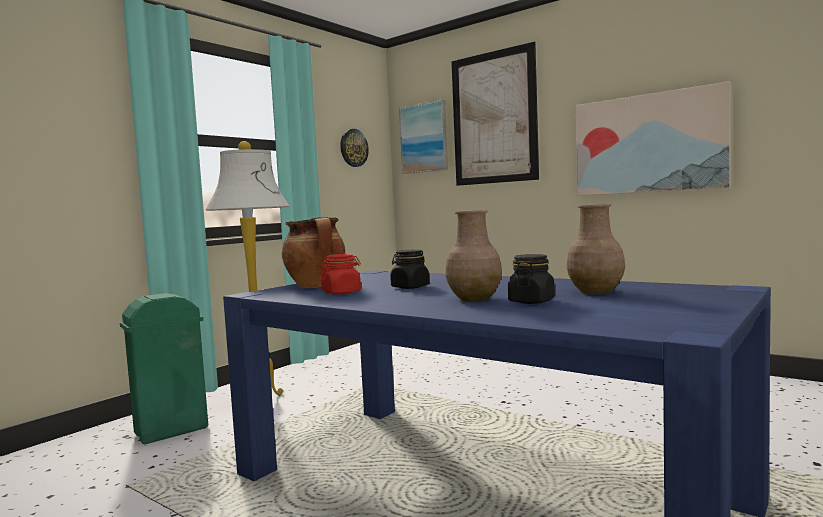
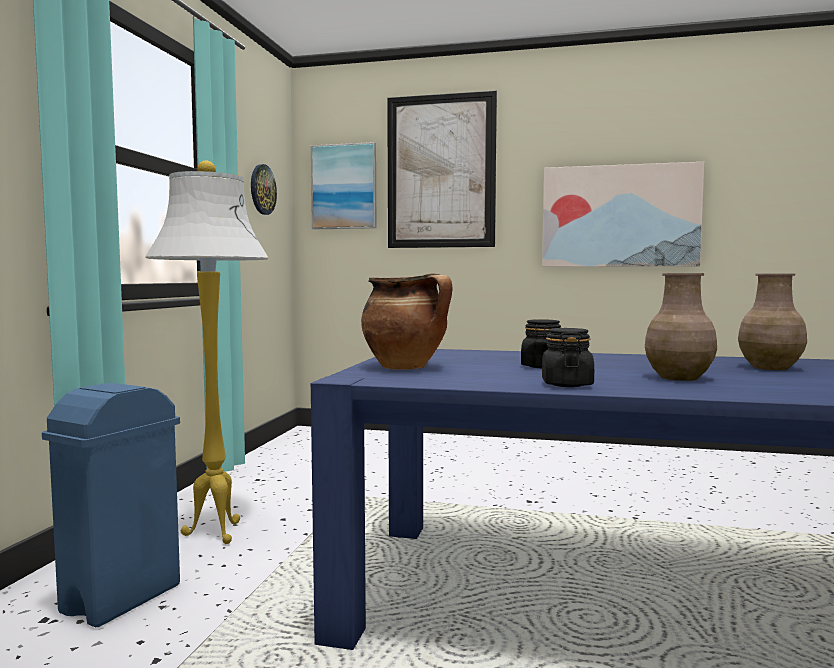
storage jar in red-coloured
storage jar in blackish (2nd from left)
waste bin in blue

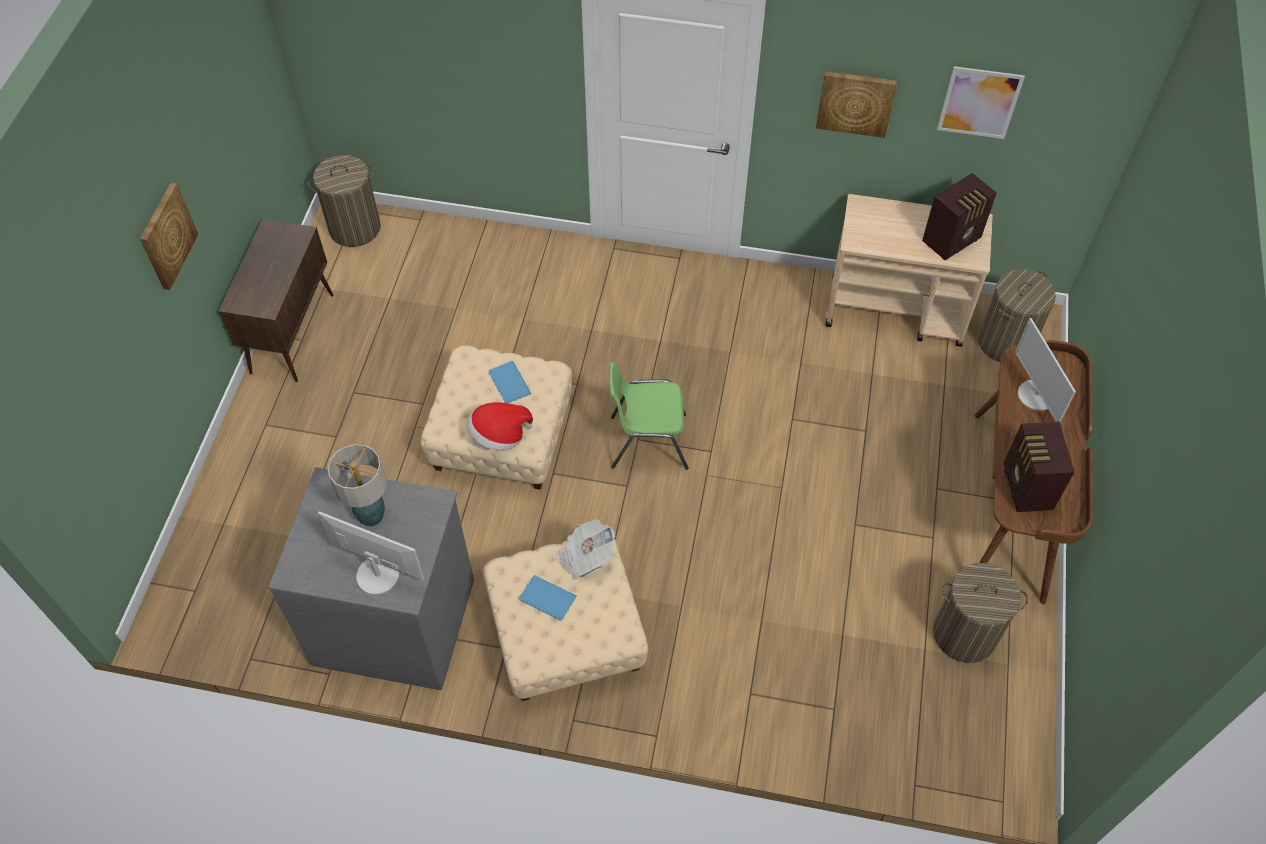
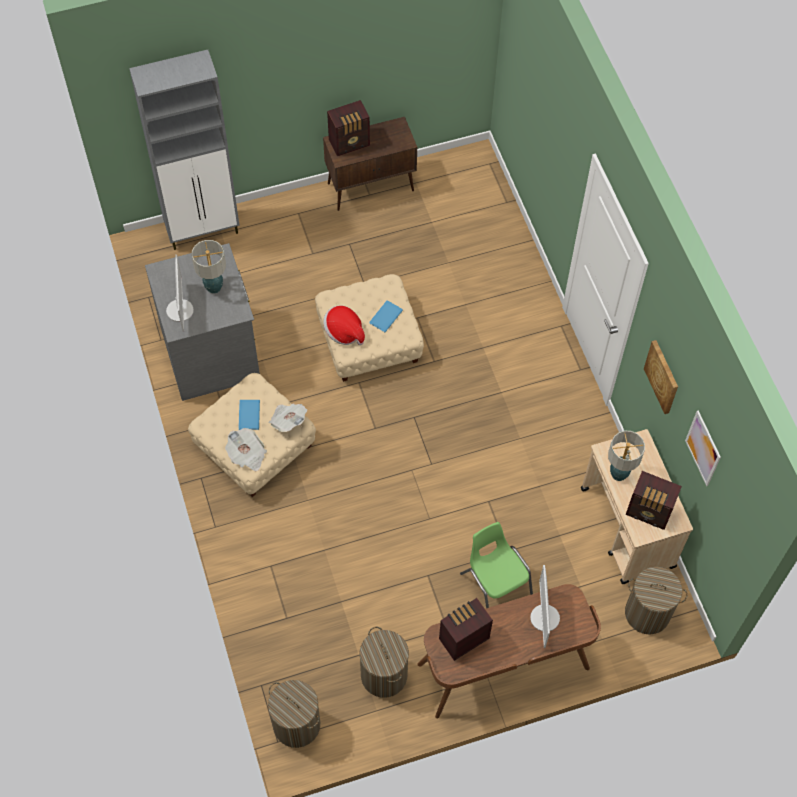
laundry basket (1st from left)
picture (1st from left in the first image)
computer display (2nd from left)
upright chair in greenish
storage cabinet in gray
radio (1st from left)
daily paper (1st from left)
lamp for a table (2nd from left)

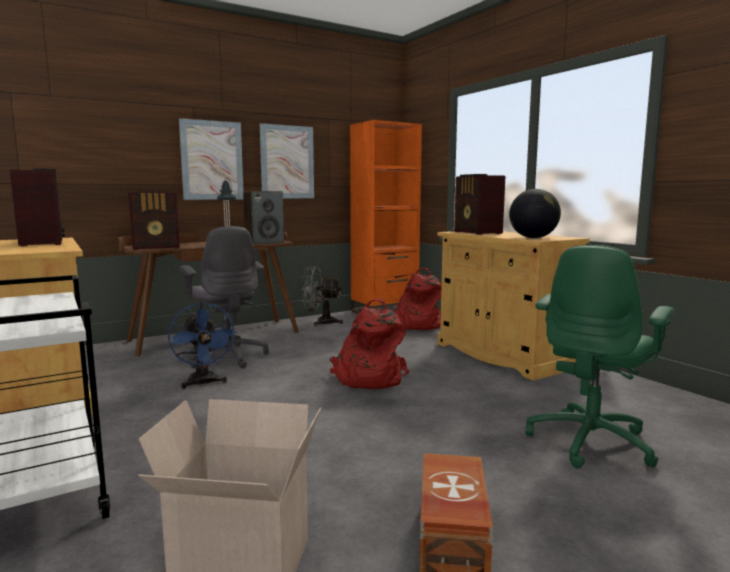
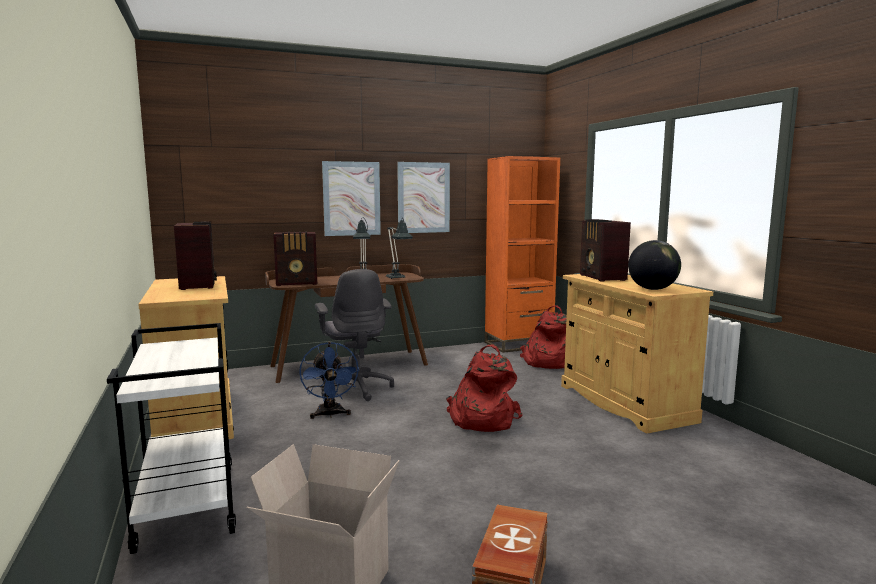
lamp for a table (2nd from left)
computer chair in greenish
fan in gray

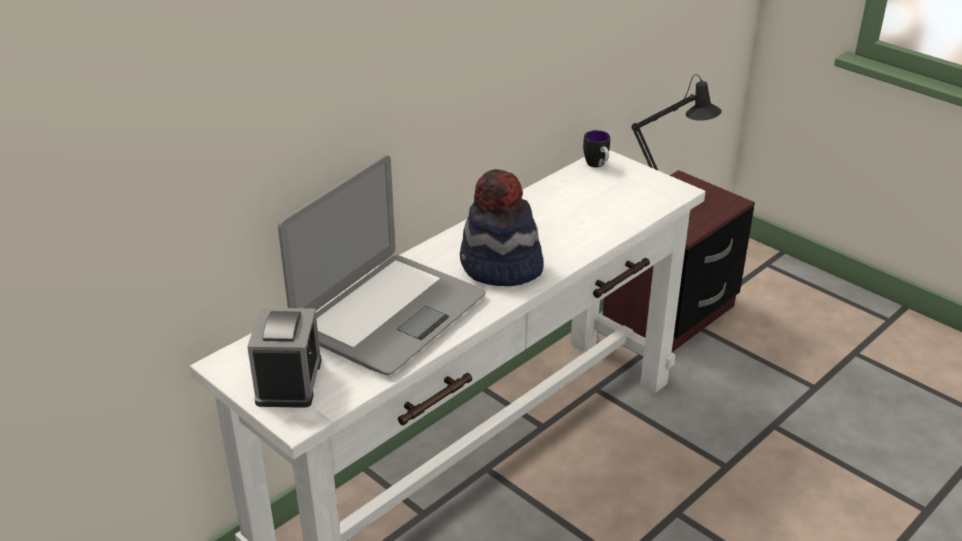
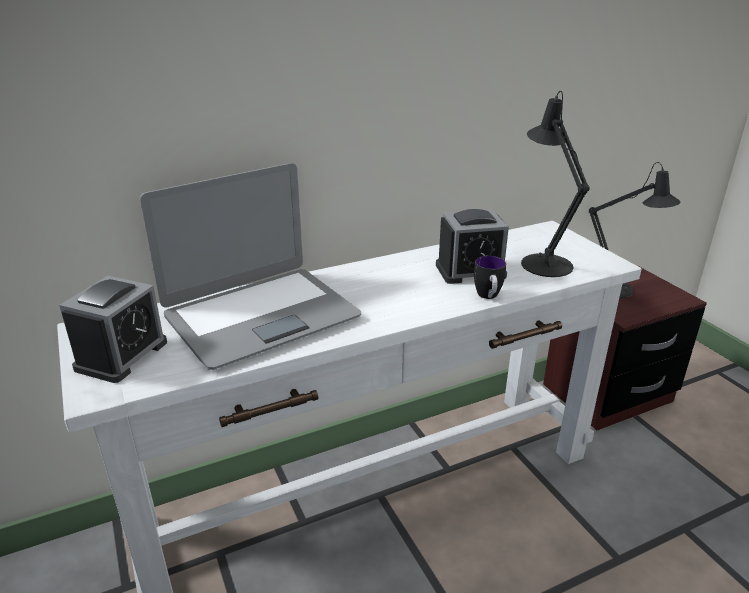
mug
wearable hat
lamp for a table in blackish (1st from left)
alarm clock (2nd from left)

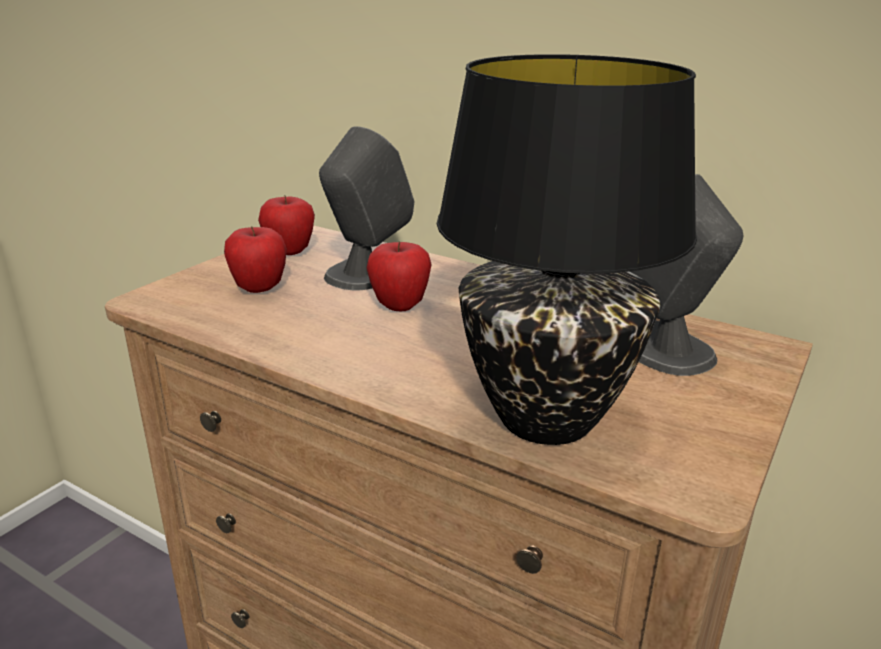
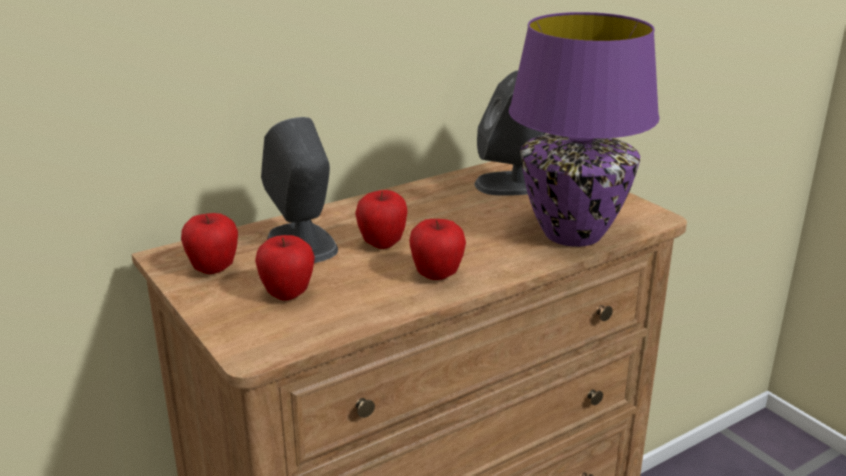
lamp for a table in purple-coloured
apple (4th from left)

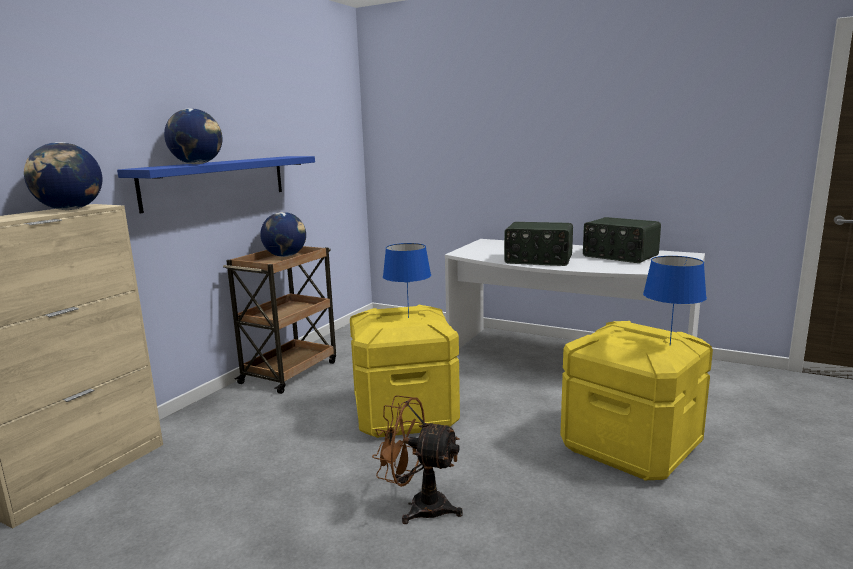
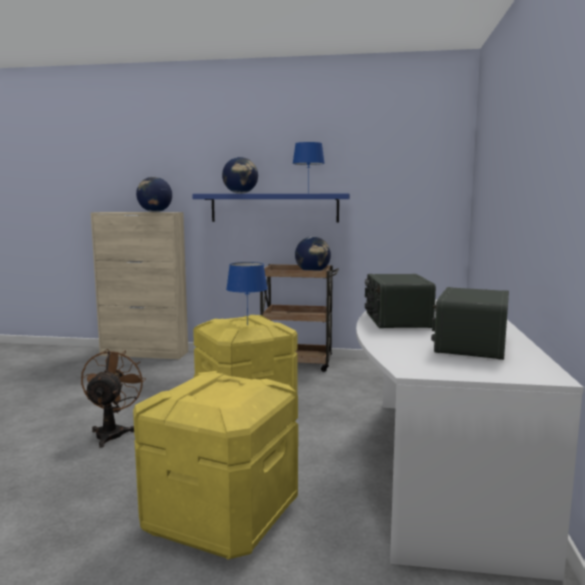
lamp for a table in blue (2nd from left)

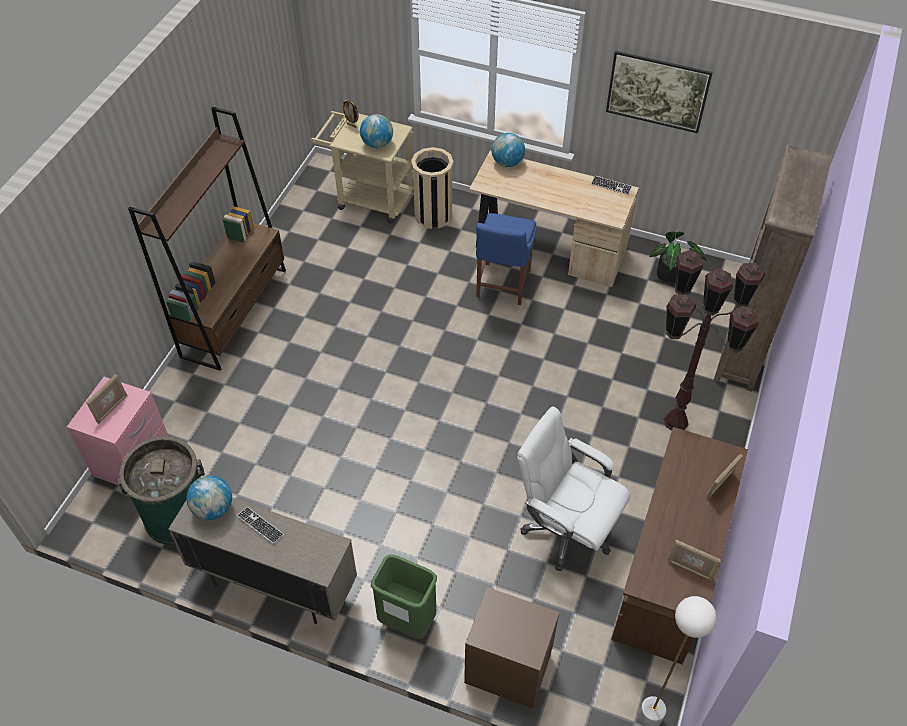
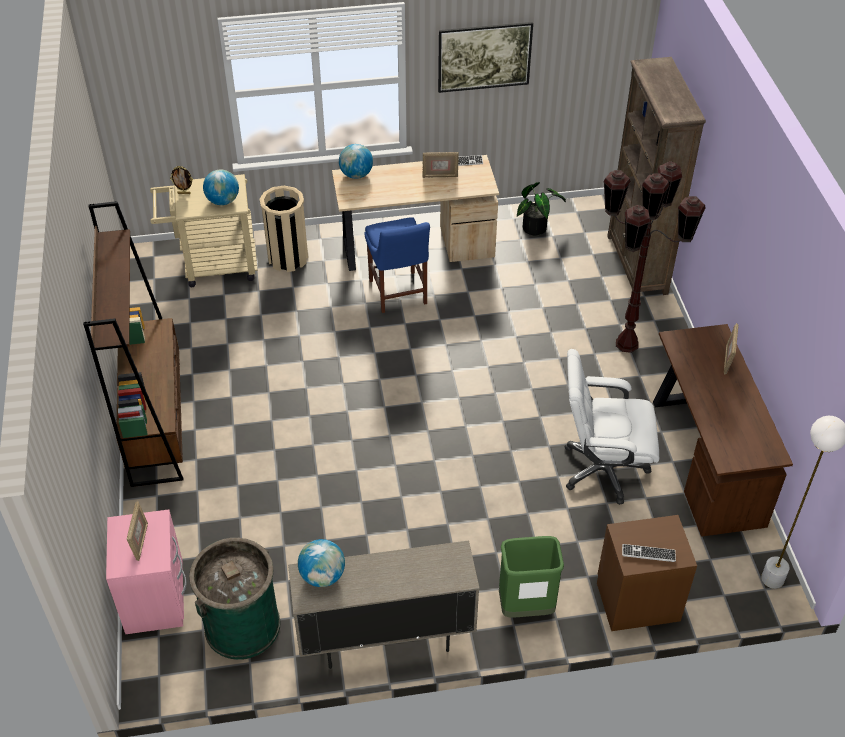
PC keyboard (2nd from left)
standing frame (3rd from left)

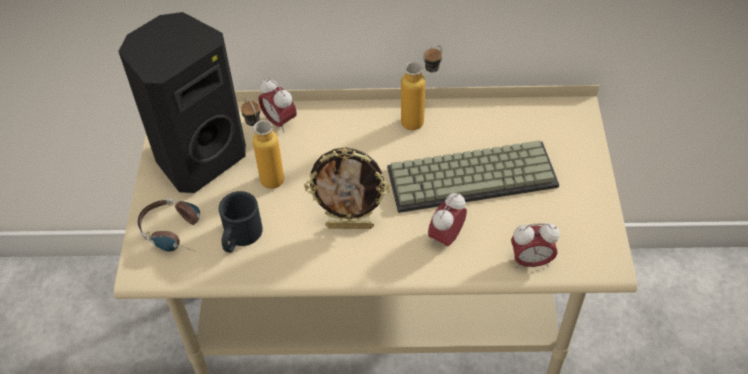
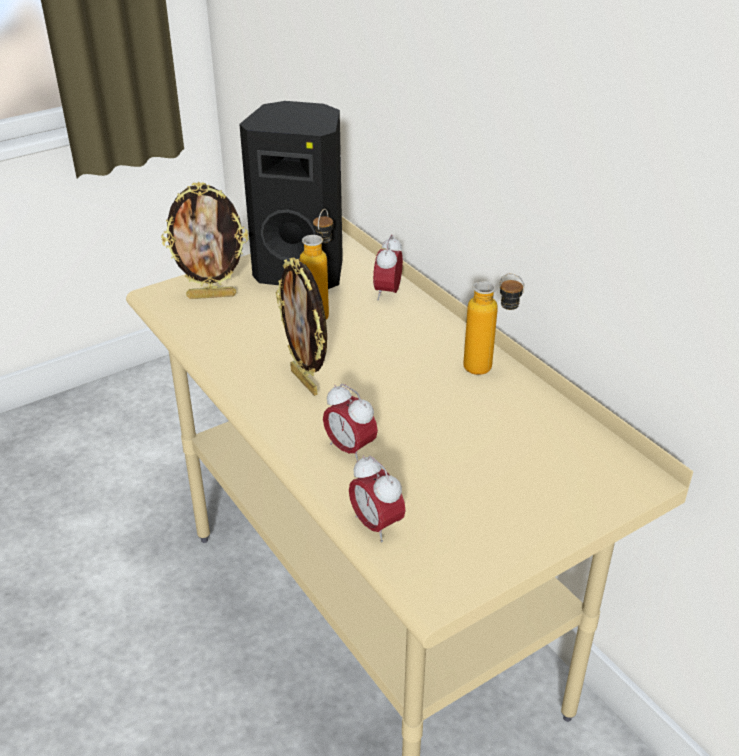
PC keyboard
mug in blackish
alarm clock (1st from left)
standing frame (1st from left)

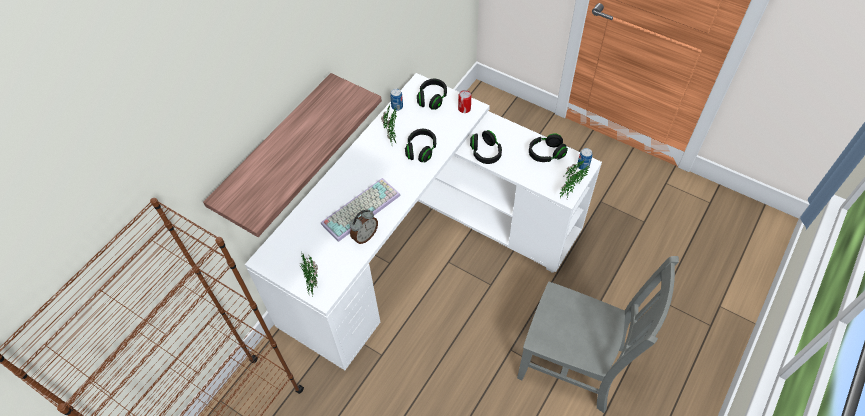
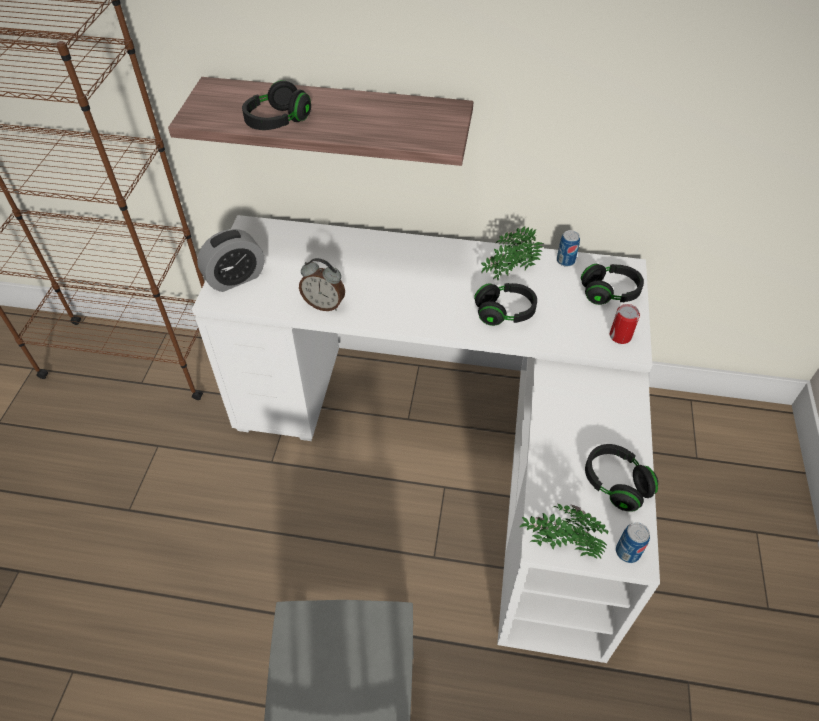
pair of headphones in blackish (1st from left)
PC keyboard
alarm clock (1st from left)

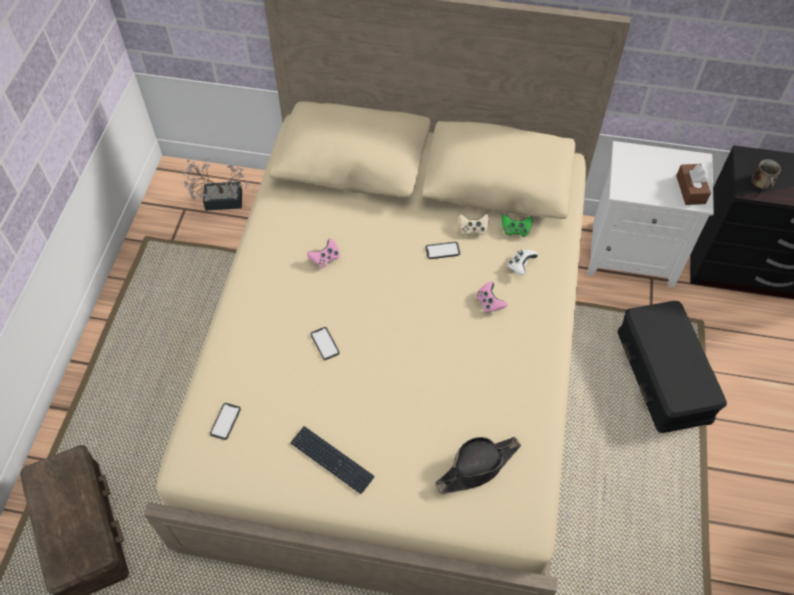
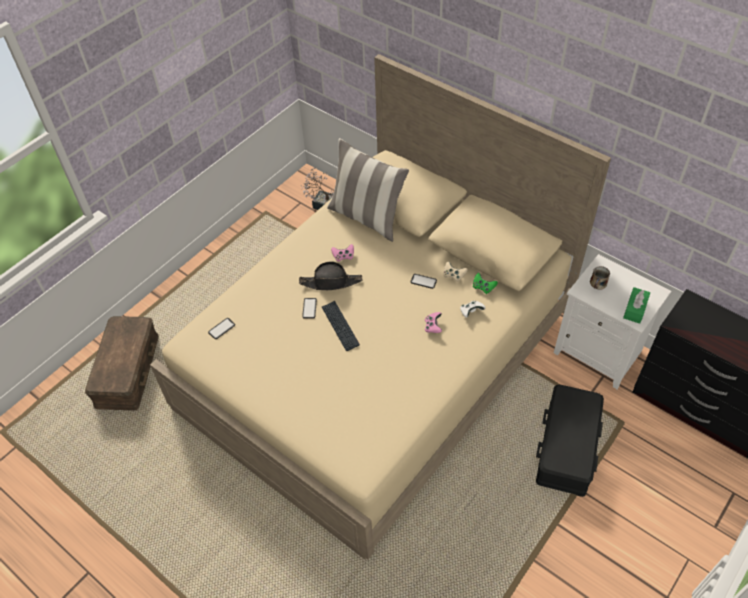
mug
tissue holder in greenish
PC keyboard
wearable hat in blackish
cushion

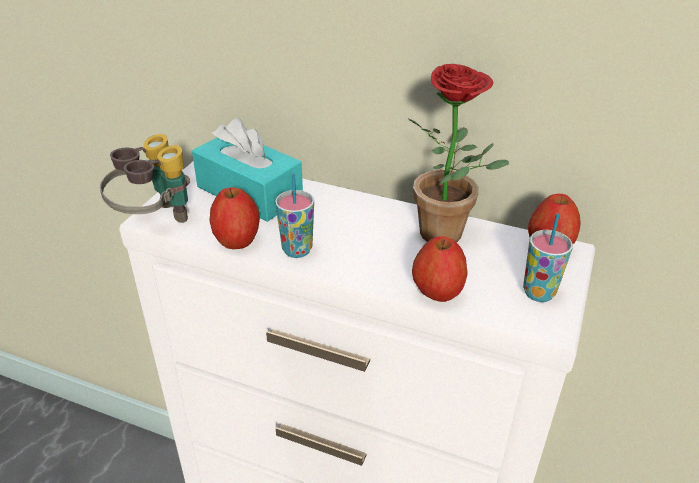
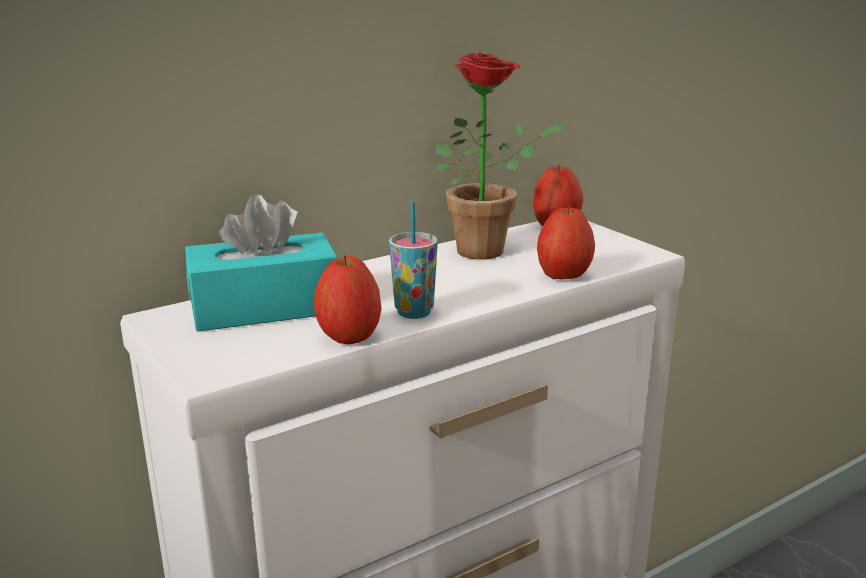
field glasses
cup (2nd from left in the first image)

